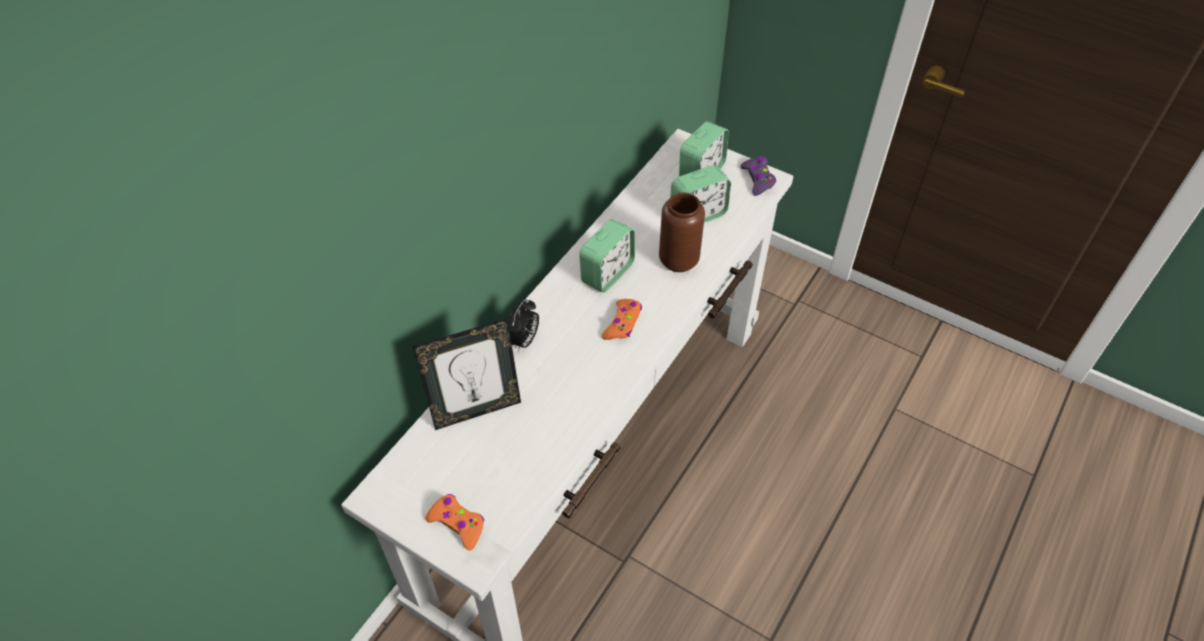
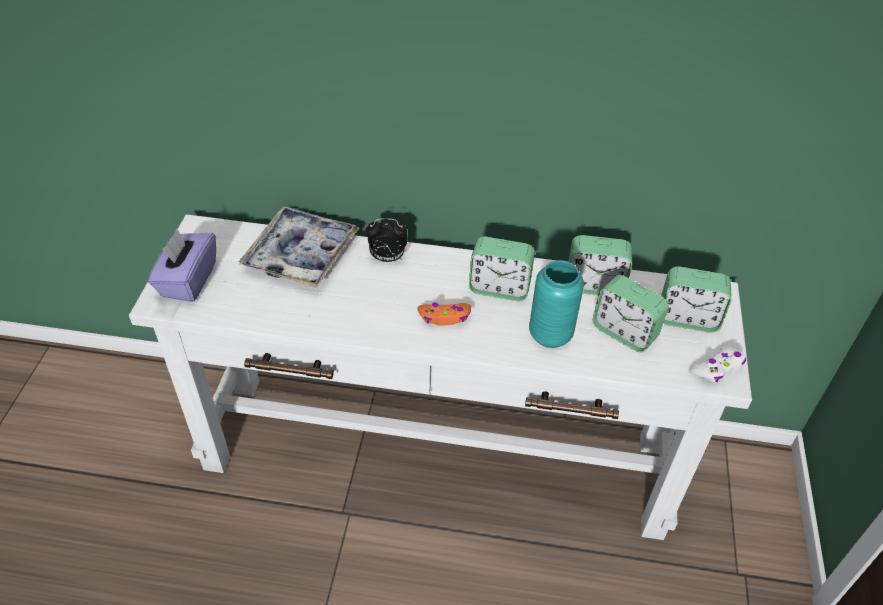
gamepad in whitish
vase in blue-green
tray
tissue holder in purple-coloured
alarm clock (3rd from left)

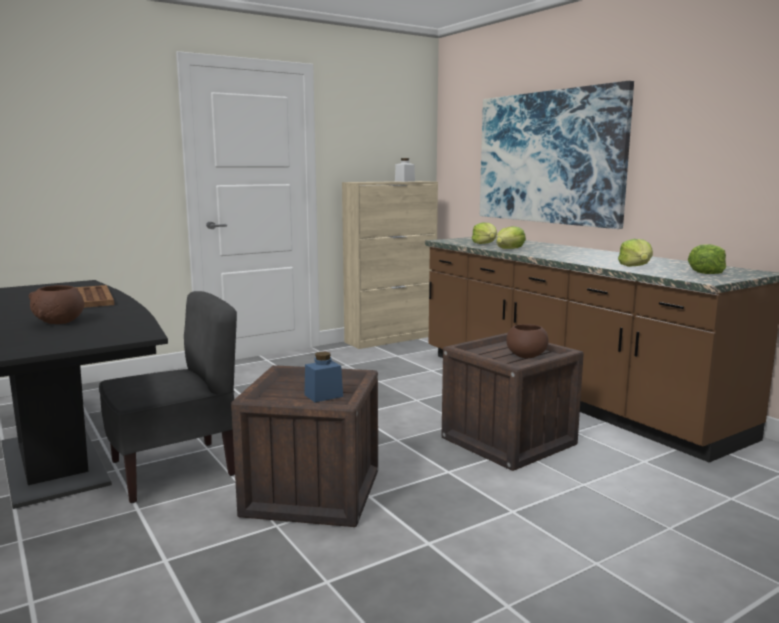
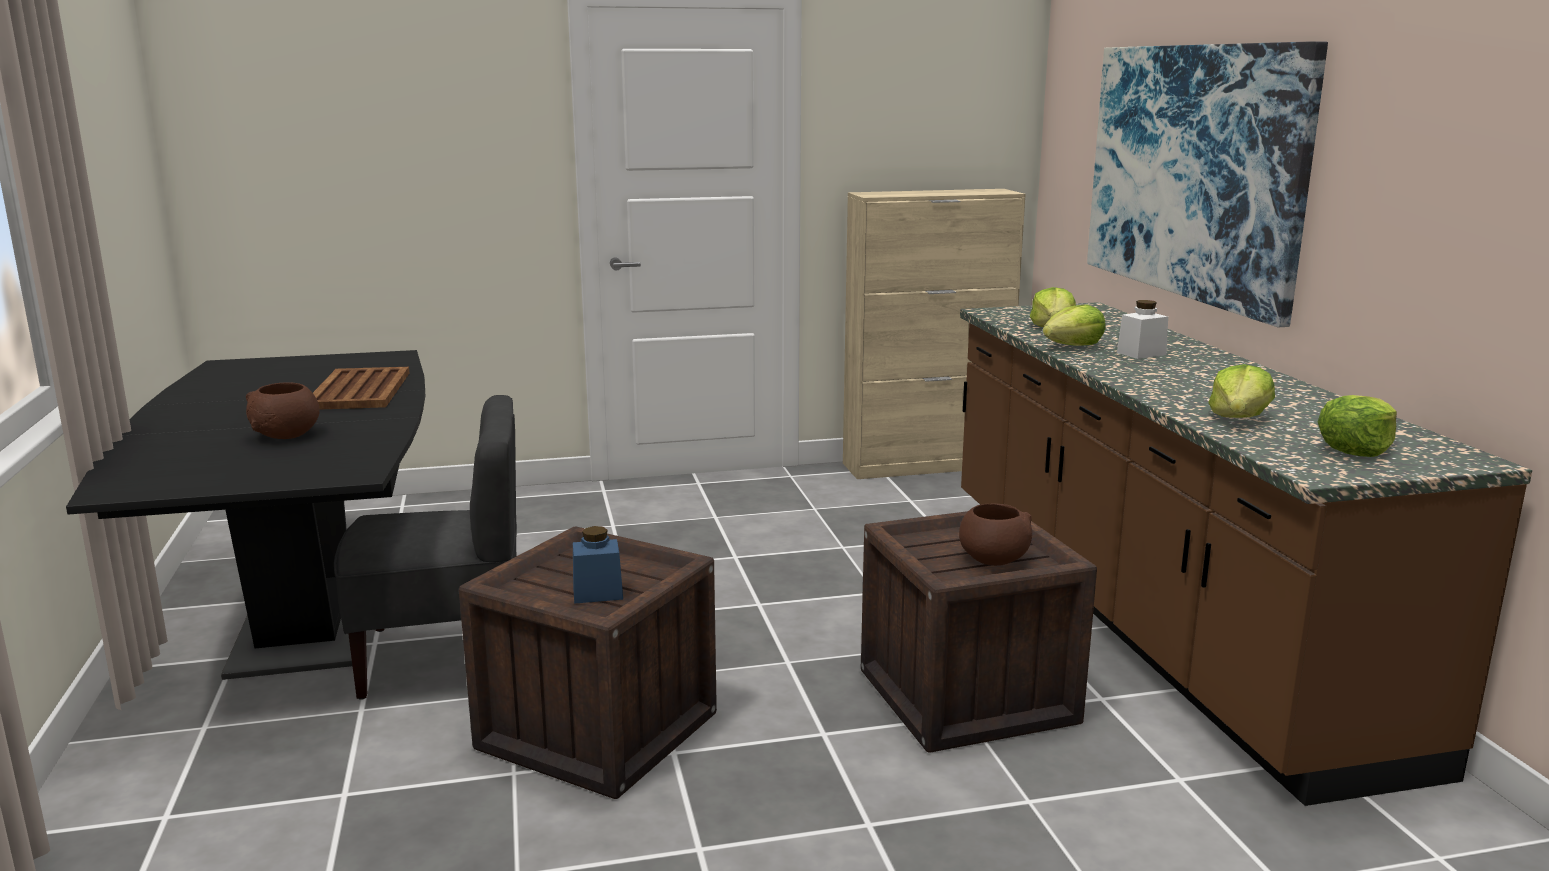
storage jar in whitish

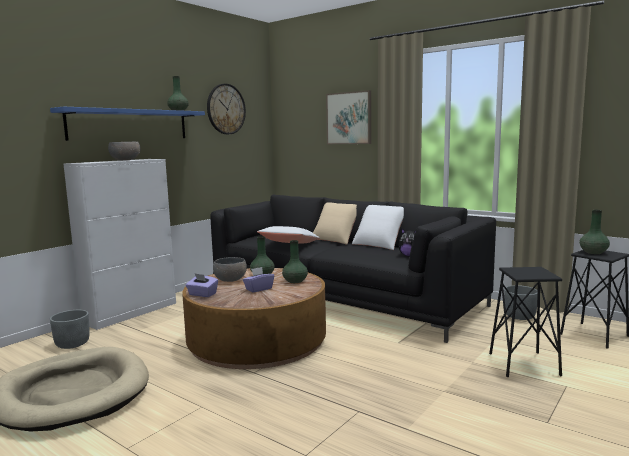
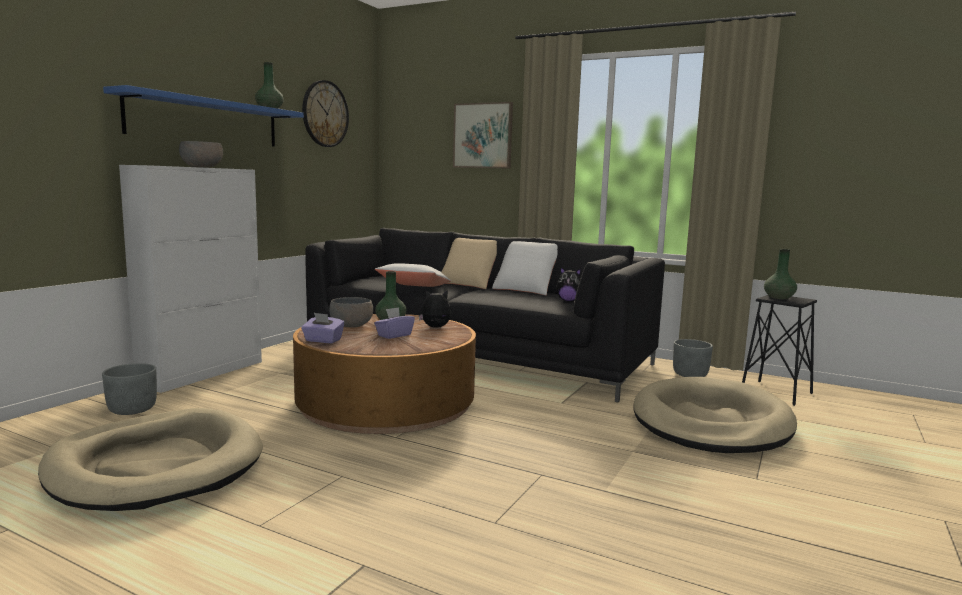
cuddly toy (1st from left)
dog cushion in beige-coloured (2nd from left)

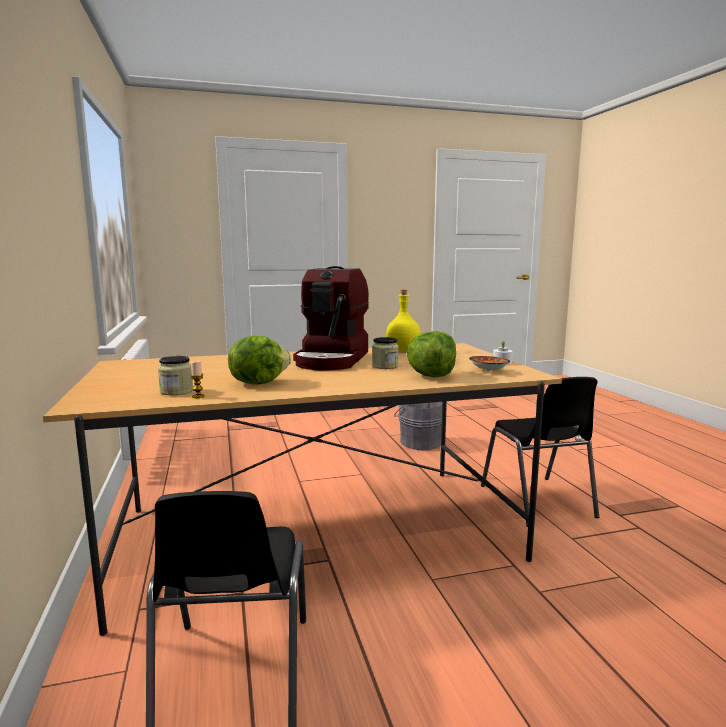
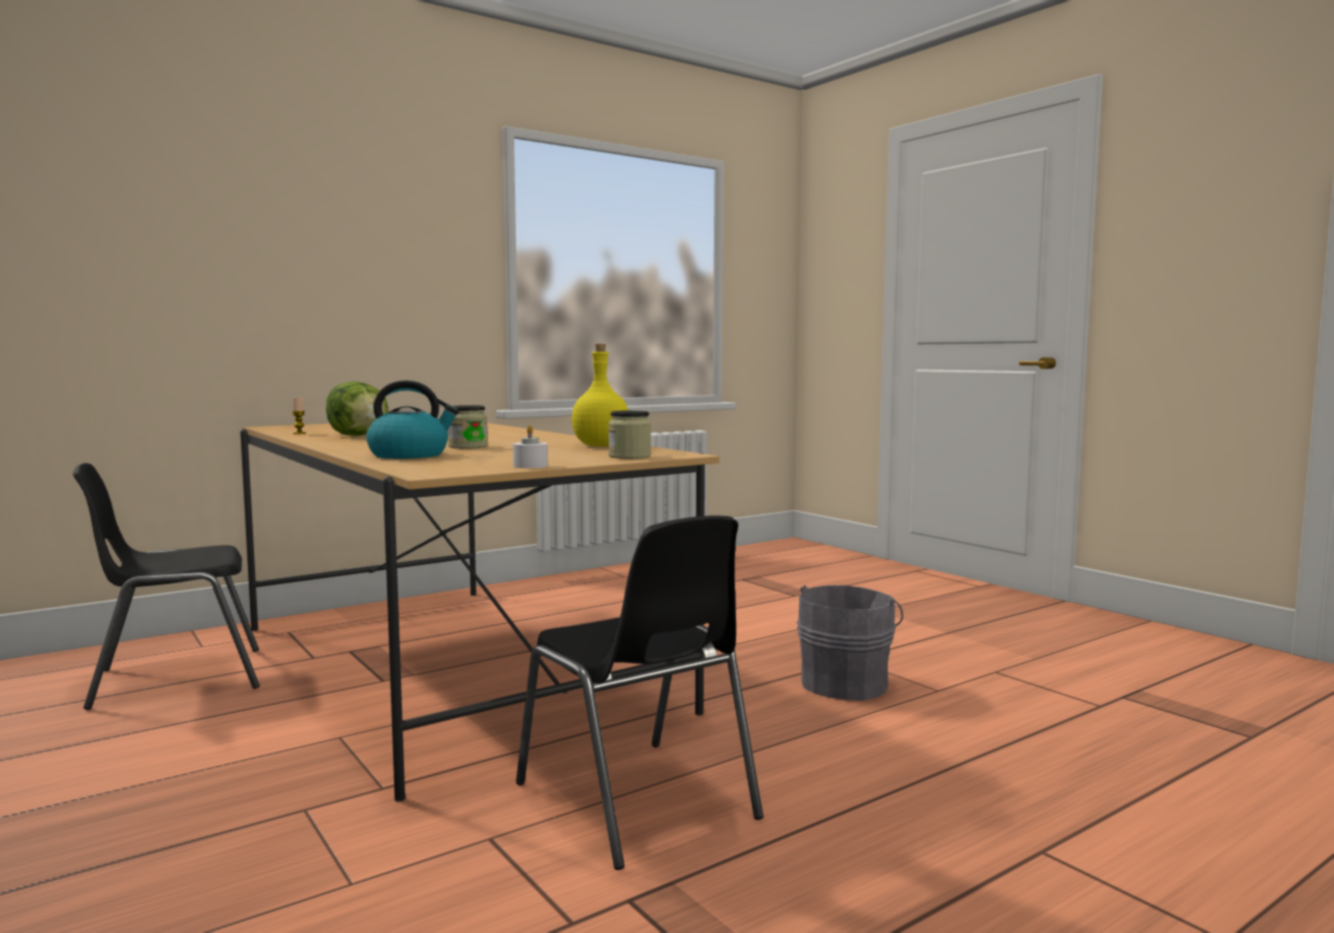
coffee maker
tea kettle
storage jar (2nd from left)
serving bowl
upright chair in blackish (2nd from left)

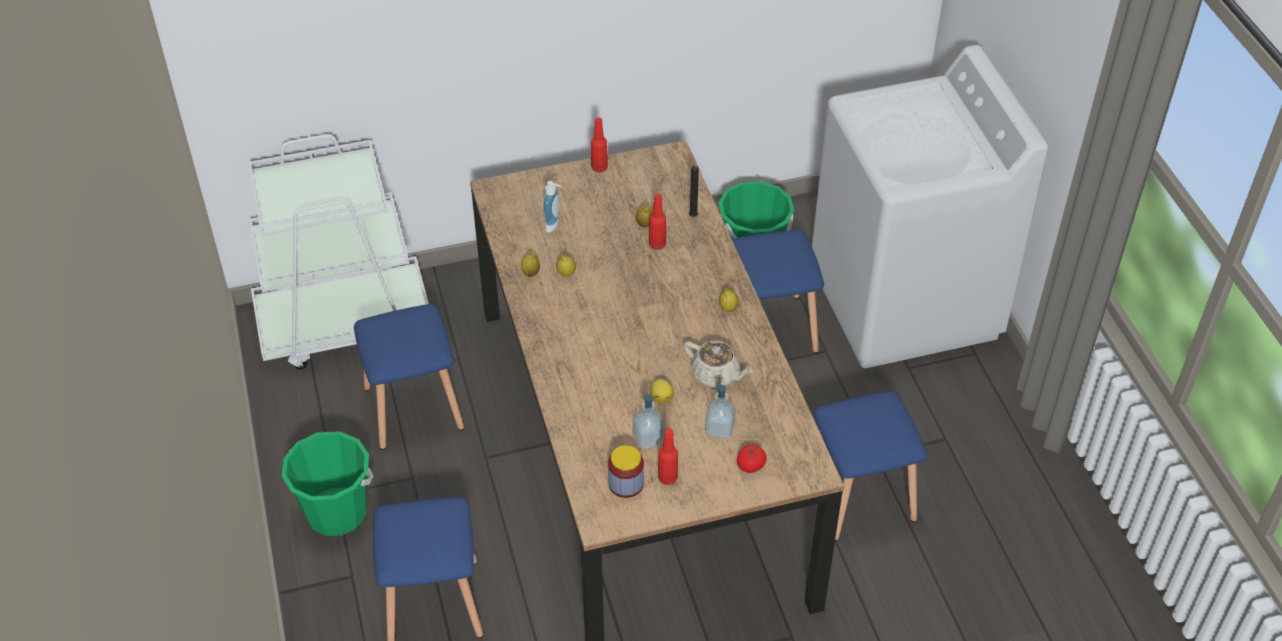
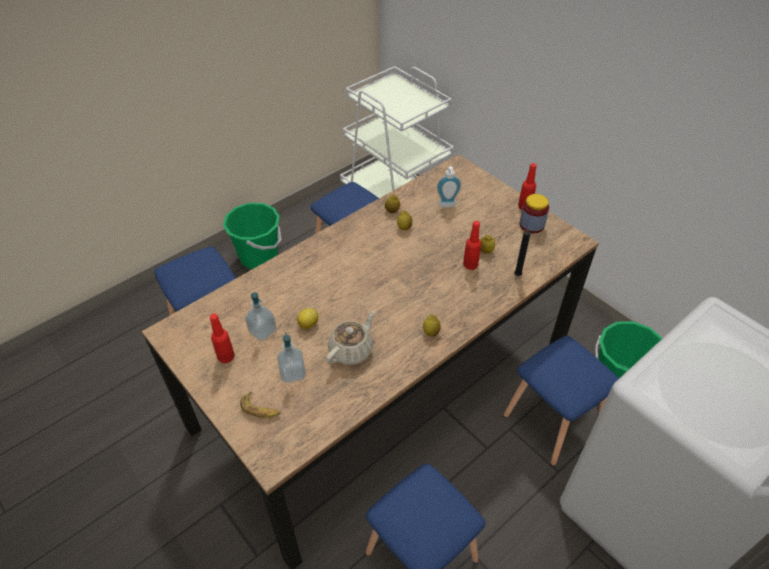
pot for tea in beige-coloured
storage jar
banana

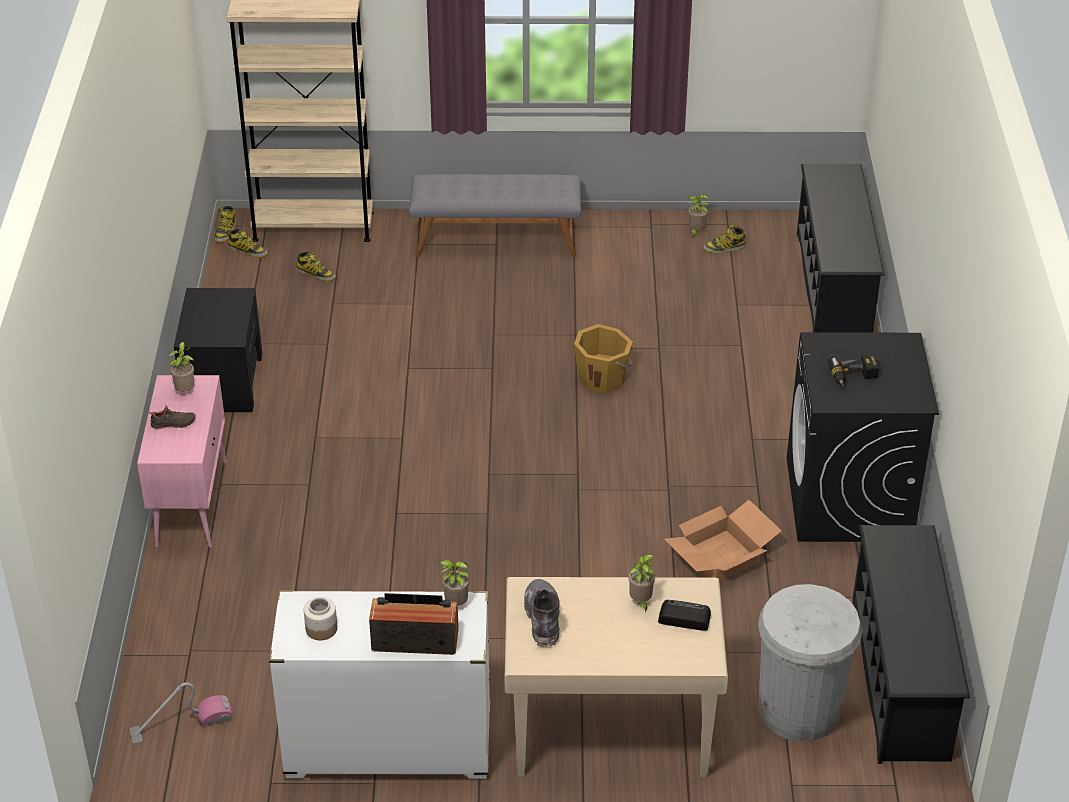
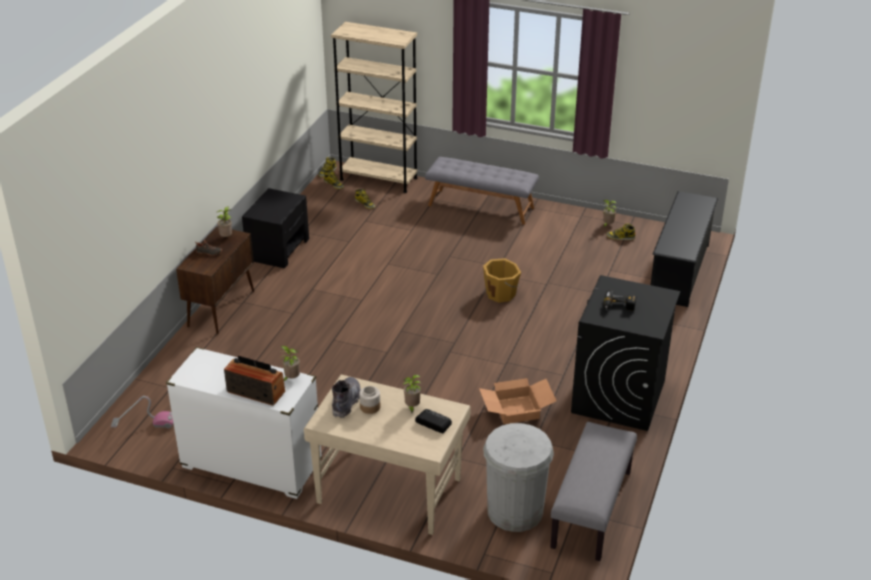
storage cabinet in brown-coloured
bench in gray (2nd from left)
storage jar

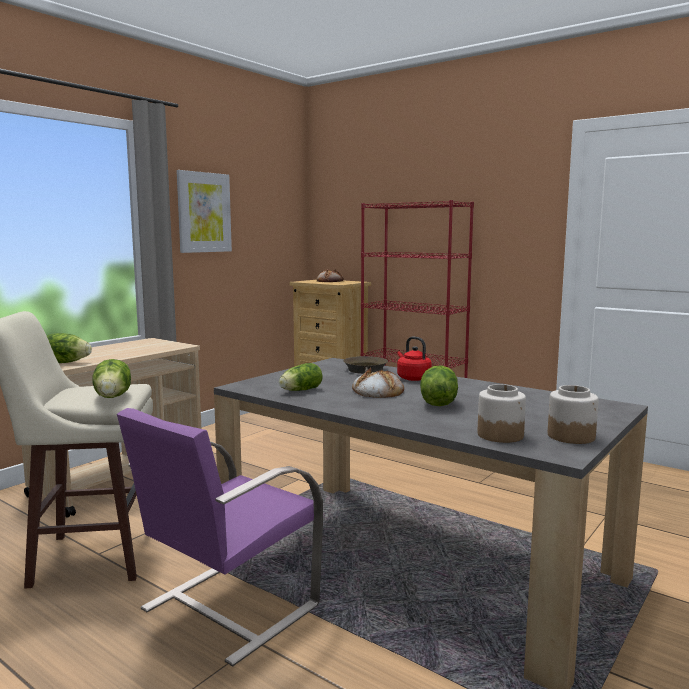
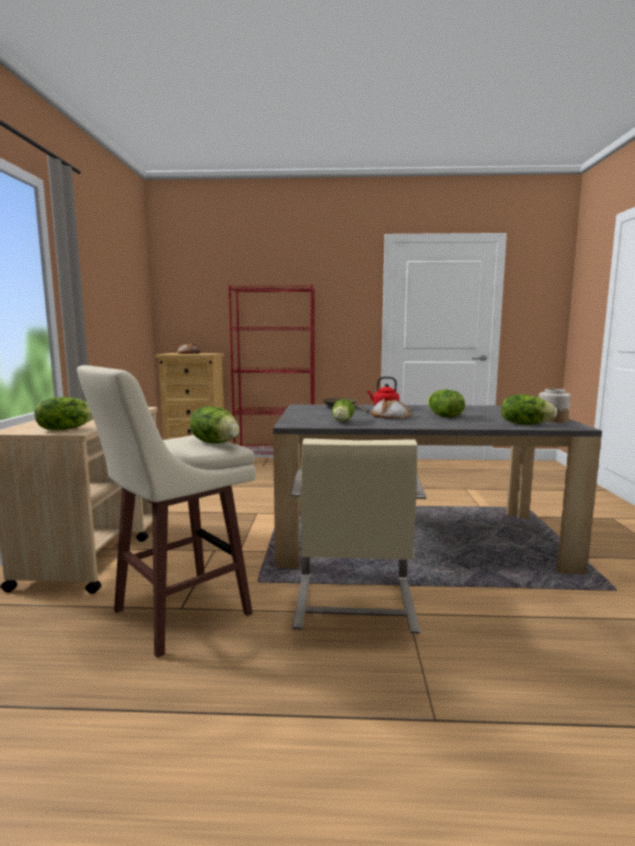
picture
lettuce (5th from left)
upright chair in beige-coloured

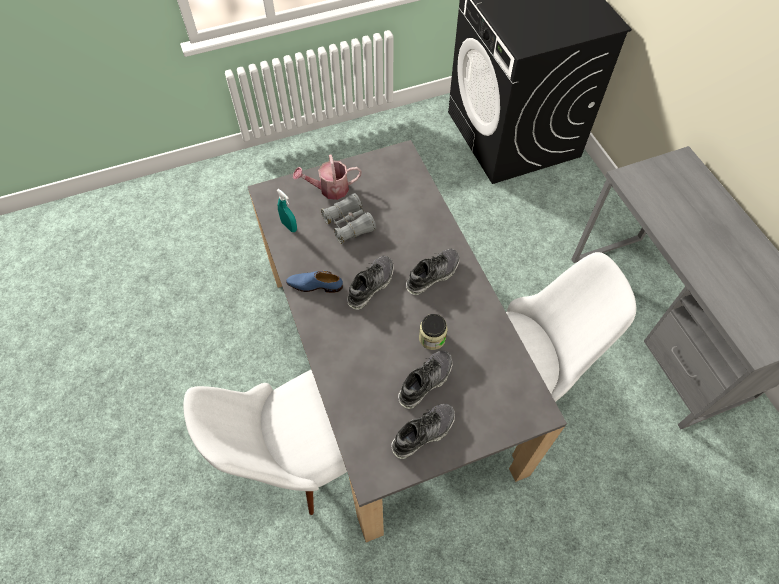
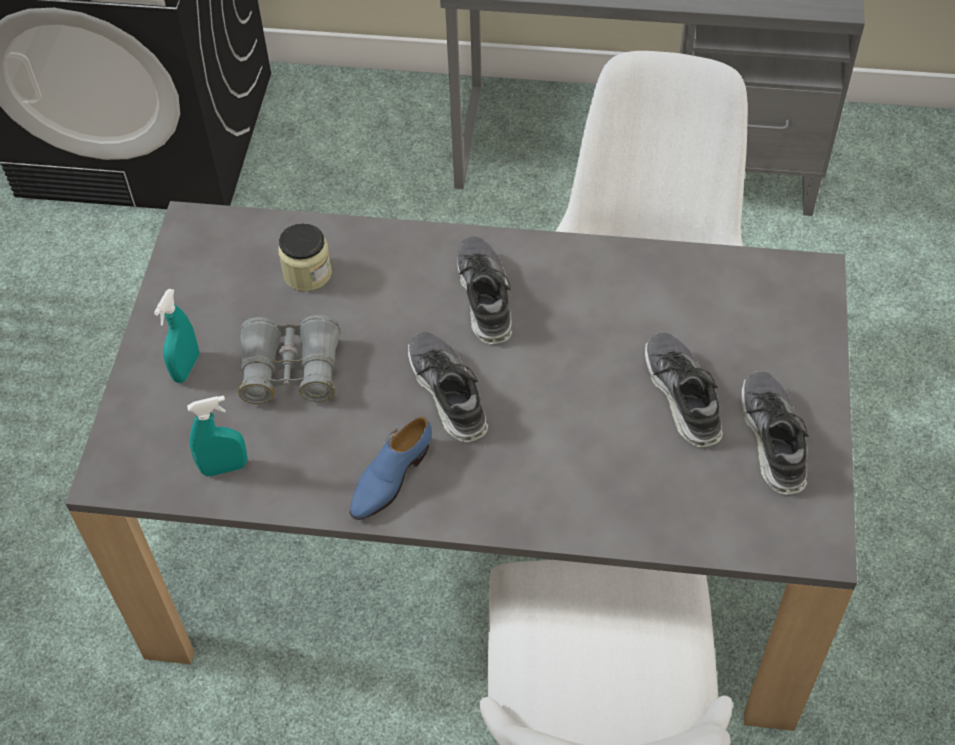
spray bottle in blue-green (1st from left)
storage jar

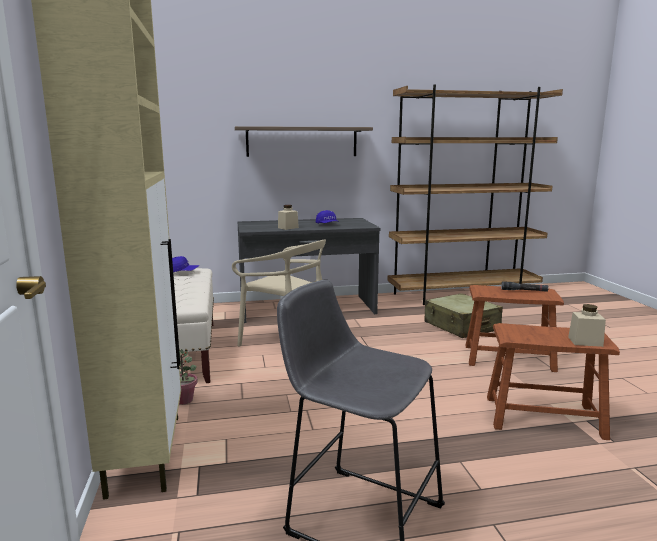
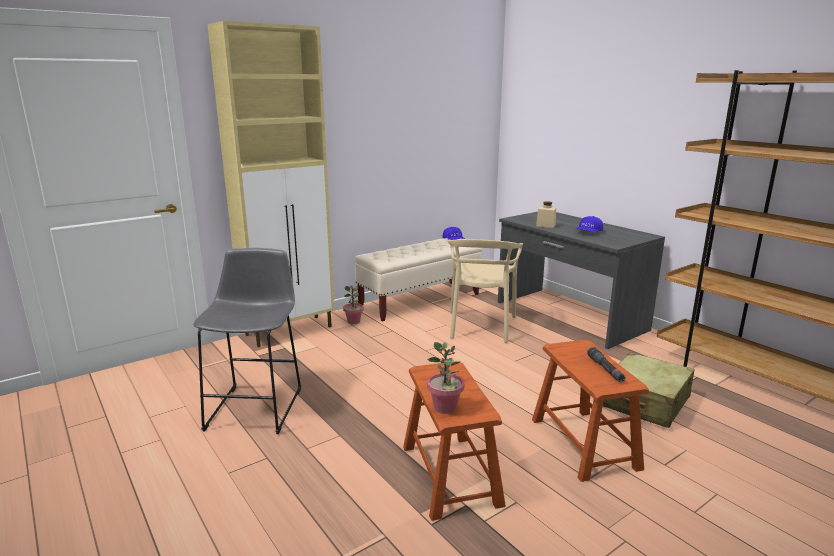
wall shelf
potted plant (2nd from left)

